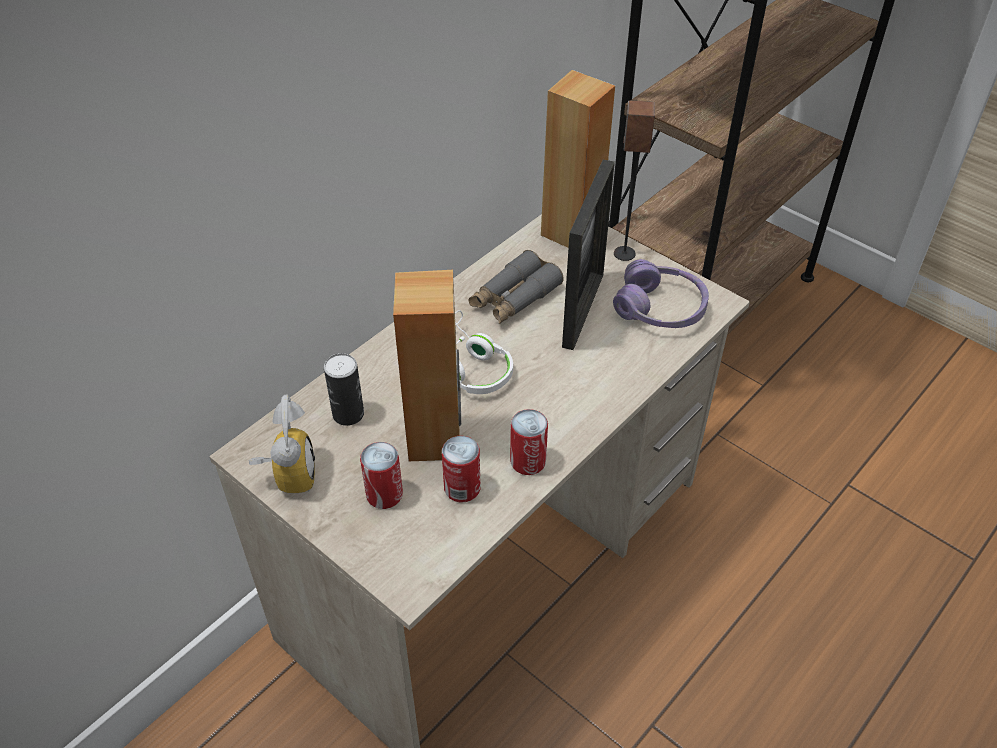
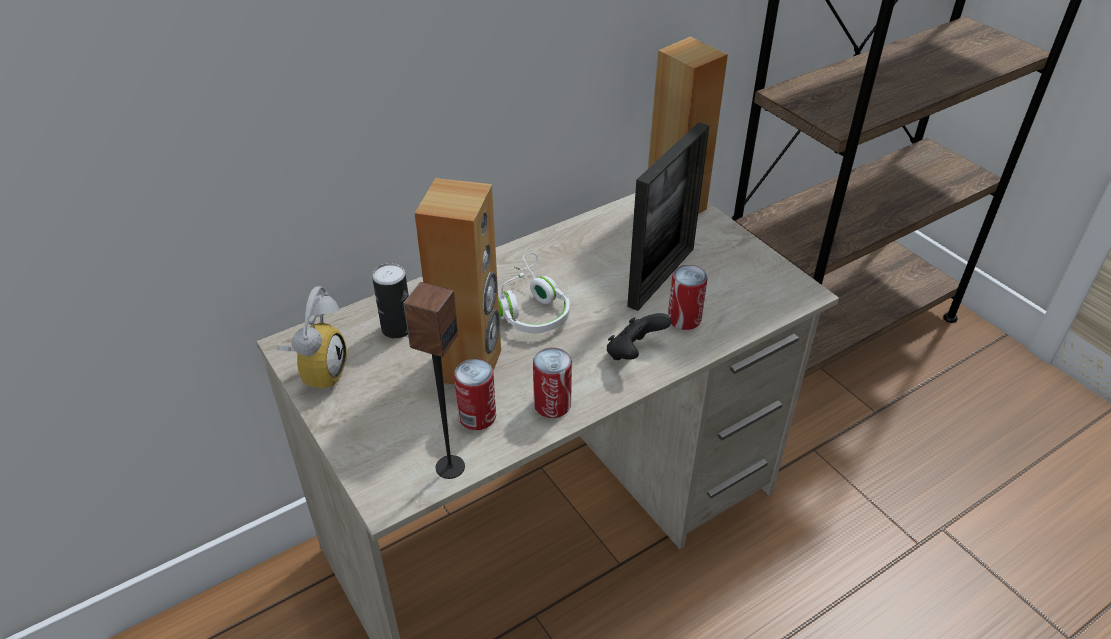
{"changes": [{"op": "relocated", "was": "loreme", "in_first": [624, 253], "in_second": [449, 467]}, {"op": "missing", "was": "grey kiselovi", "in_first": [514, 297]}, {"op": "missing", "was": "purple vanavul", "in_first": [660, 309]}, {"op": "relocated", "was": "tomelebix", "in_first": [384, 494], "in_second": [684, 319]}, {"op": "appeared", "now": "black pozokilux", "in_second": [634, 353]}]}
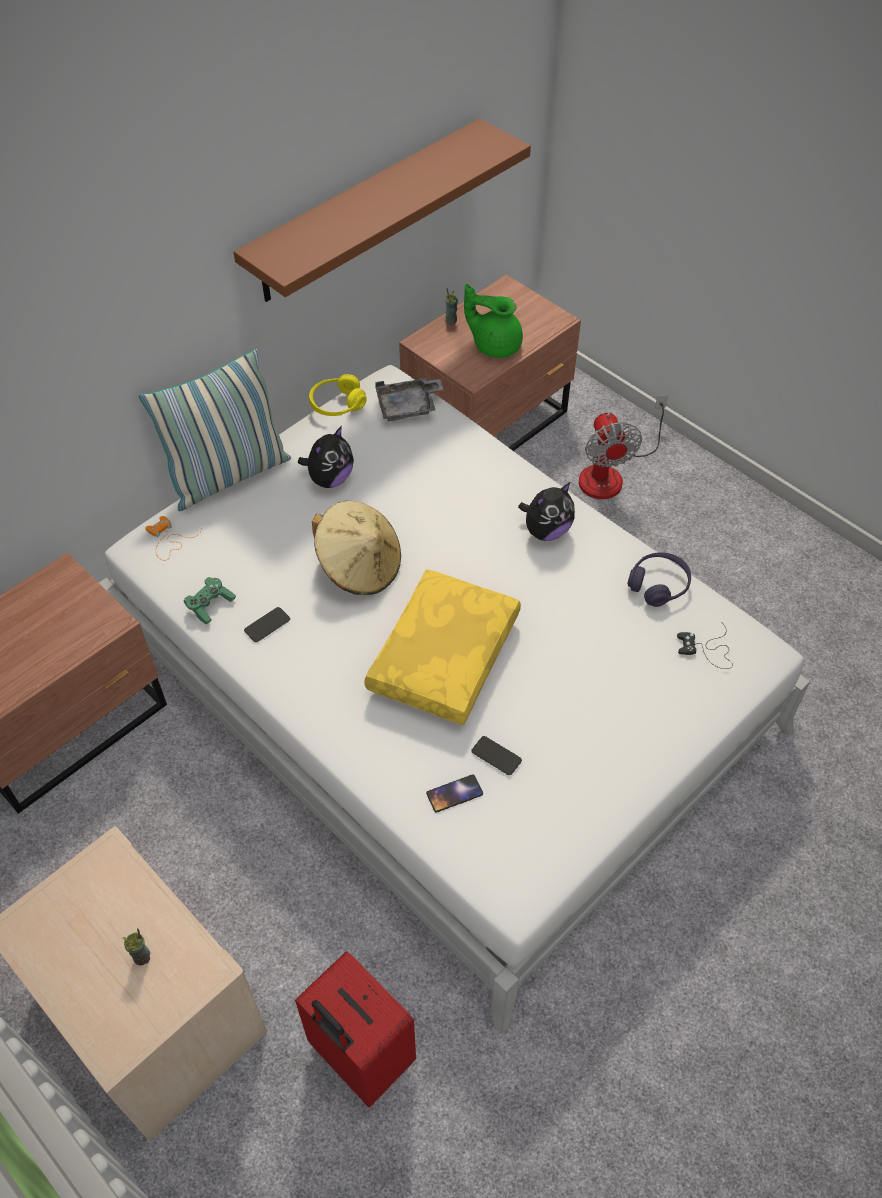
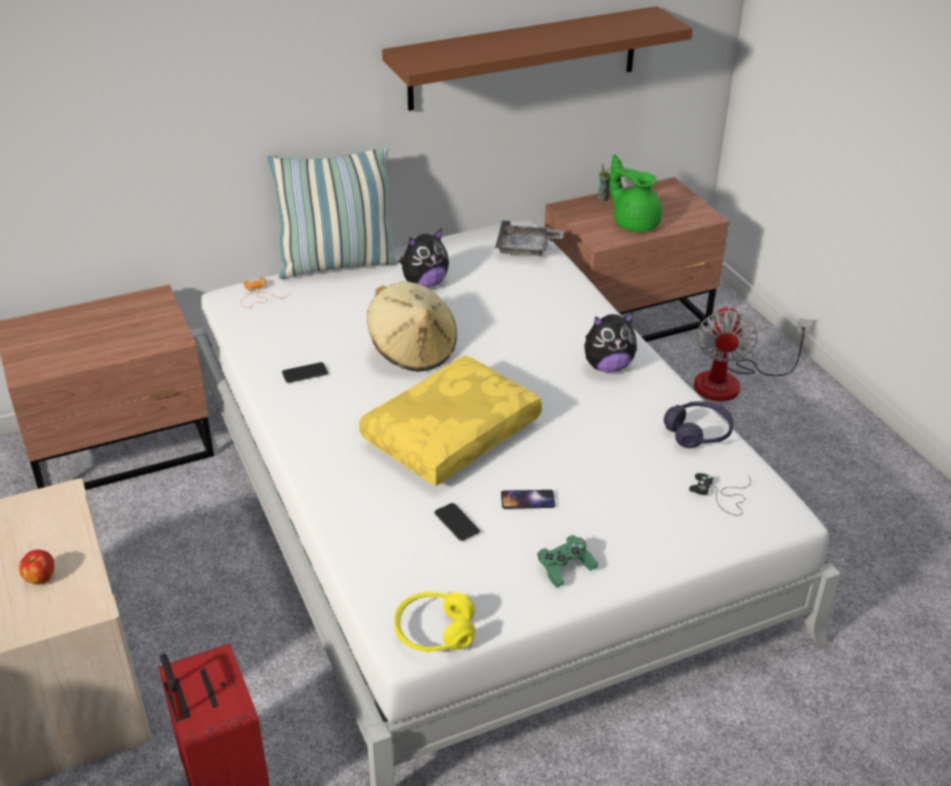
{"changes": [{"op": "relocated", "was": "yellow vanavul", "in_first": [337, 404], "in_second": [435, 632]}, {"op": "relocated", "was": "green pozokilux", "in_first": [210, 605], "in_second": [565, 568]}, {"op": "relocated", "was": "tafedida", "in_first": [454, 794], "in_second": [527, 500]}, {"op": "exchanged", "was": "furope", "now": "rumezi", "in_first": [142, 957], "in_second": [40, 578]}]}
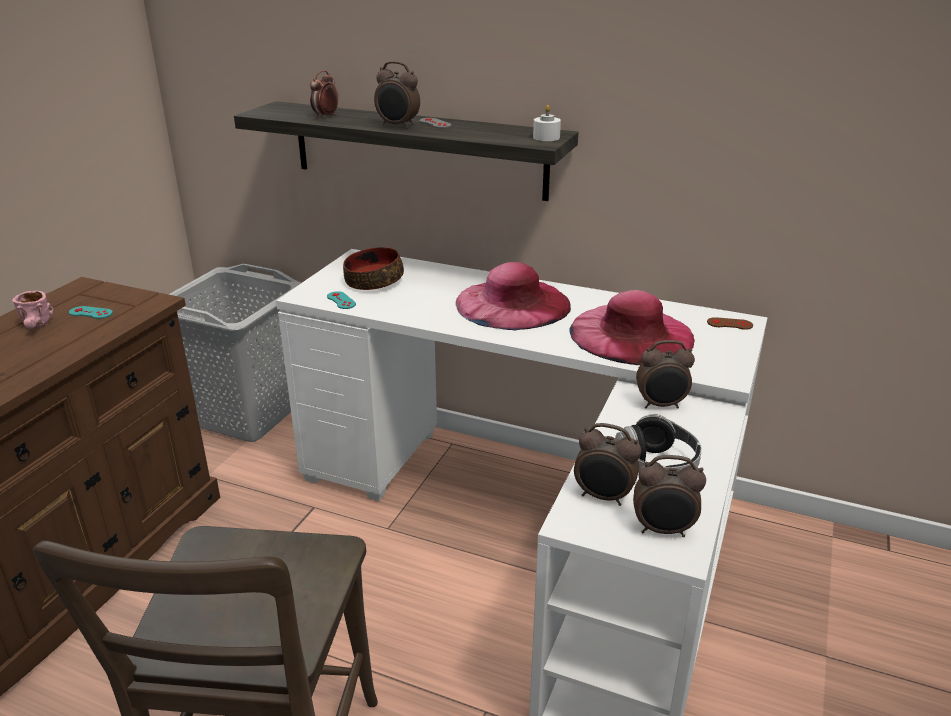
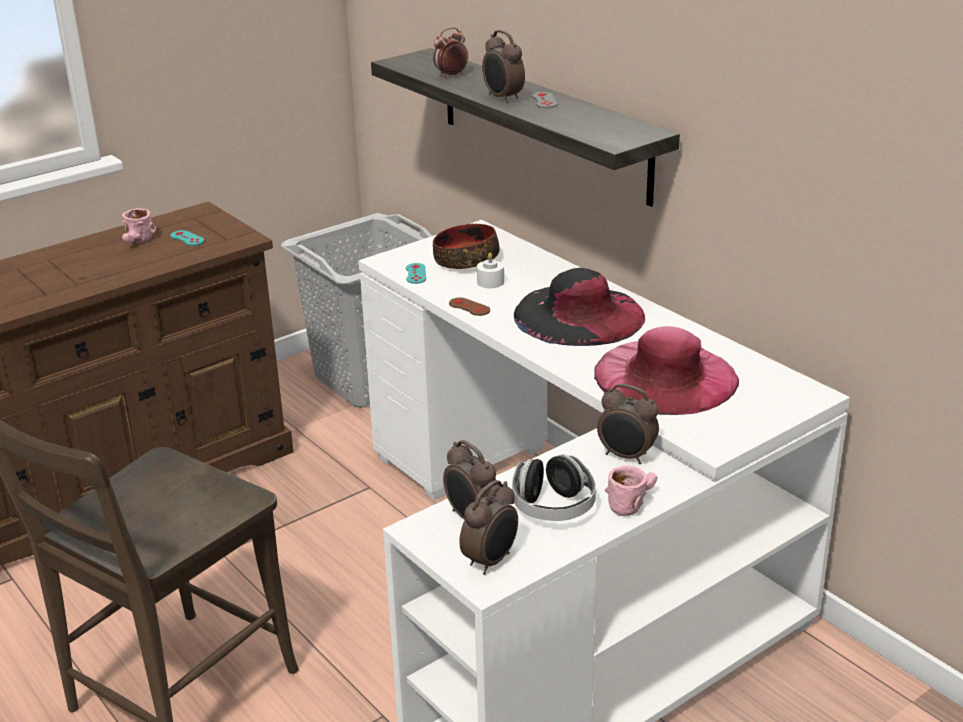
{"changes": [{"op": "relocated", "was": "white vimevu", "in_first": [546, 137], "in_second": [490, 282]}, {"op": "colour", "was": "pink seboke", "now": "black seboke", "in_first": [512, 303], "in_second": [579, 315]}, {"op": "relocated", "was": "brown pozokilux", "in_first": [729, 324], "in_second": [469, 307]}, {"op": "spun", "was": "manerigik", "in_first": [663, 530], "in_second": [491, 561], "clockwise": -90}, {"op": "appeared", "now": "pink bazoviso", "in_second": [631, 502]}]}
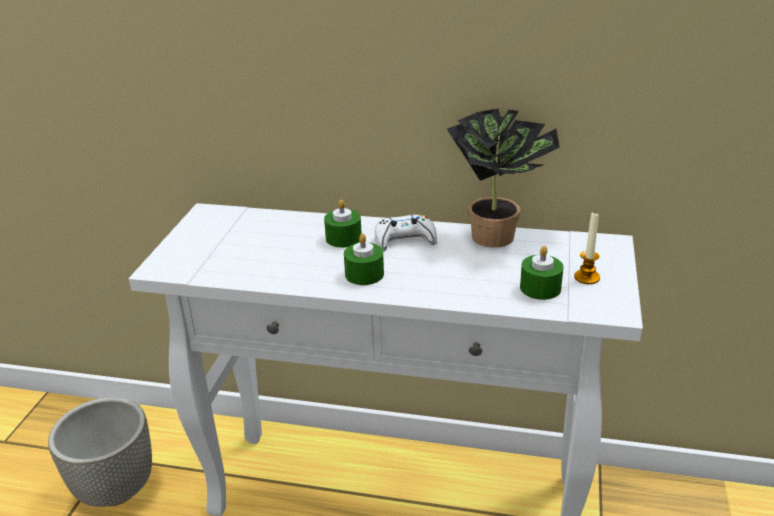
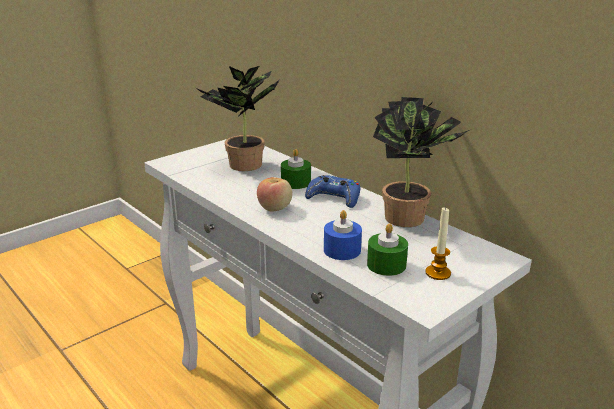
{"changes": [{"op": "colour", "was": "white pozokilux", "now": "blue pozokilux", "in_first": [404, 240], "in_second": [334, 198]}, {"op": "exchanged", "was": "green vimevu", "now": "rumezi", "in_first": [364, 274], "in_second": [275, 208]}, {"op": "missing", "was": "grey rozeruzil", "in_first": [116, 489]}, {"op": "appeared", "now": "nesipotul", "in_second": [242, 166]}, {"op": "appeared", "now": "blue vimevu", "in_second": [342, 250]}]}
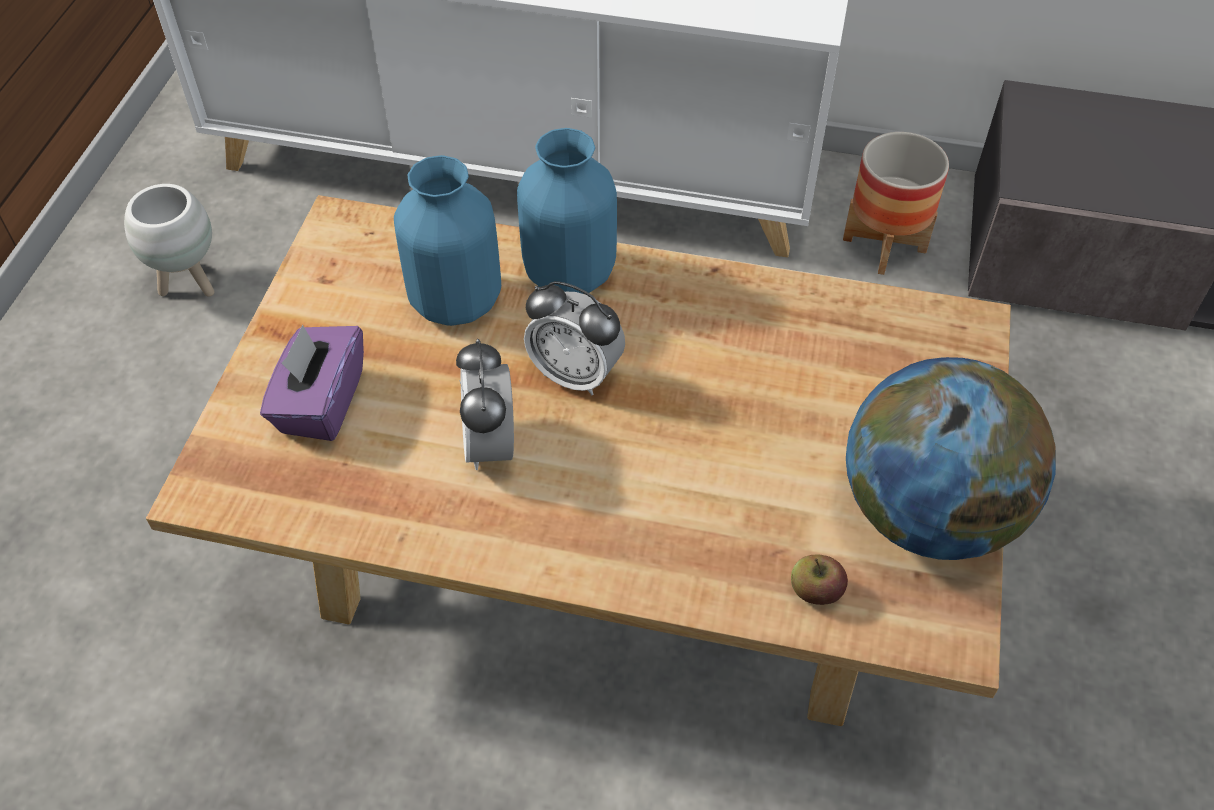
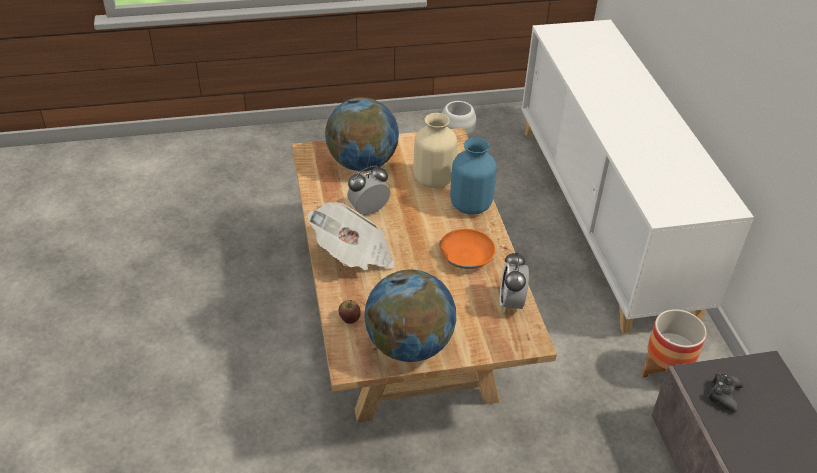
{"changes": [{"op": "colour", "was": "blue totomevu", "now": "beige totomevu", "in_first": [457, 301], "in_second": [434, 180]}, {"op": "relocated", "was": "manerigik", "in_first": [575, 374], "in_second": [511, 303]}, {"op": "exchanged", "was": "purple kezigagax", "now": "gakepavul", "in_first": [321, 403], "in_second": [362, 163]}, {"op": "appeared", "now": "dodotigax", "in_second": [353, 255]}, {"op": "appeared", "now": "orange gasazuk", "in_second": [466, 255]}, {"op": "appeared", "now": "black pozokilux", "in_second": [724, 395]}]}
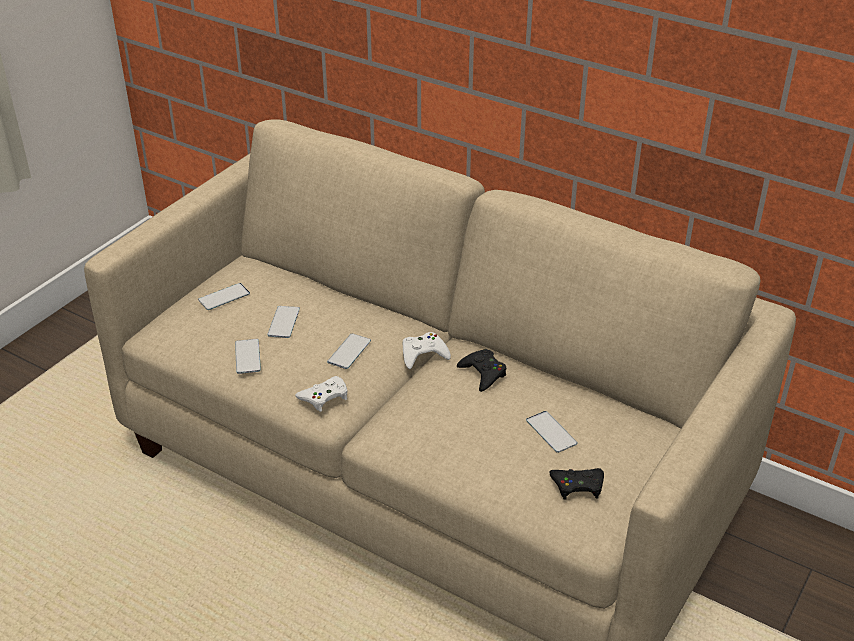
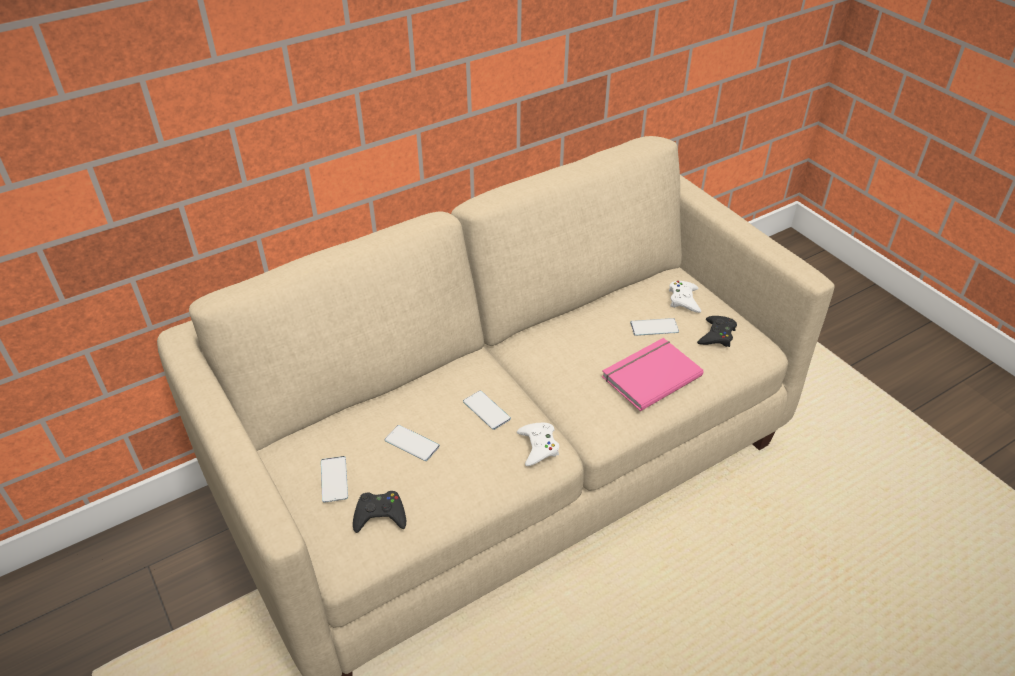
{"changes": [{"op": "relocated", "was": "white pozokilux", "in_first": [423, 354], "in_second": [684, 300]}, {"op": "missing", "was": "tafedida", "in_first": [247, 356]}, {"op": "relocated", "was": "black pozokilux", "in_first": [483, 373], "in_second": [380, 515]}, {"op": "appeared", "now": "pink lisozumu", "in_second": [649, 375]}]}
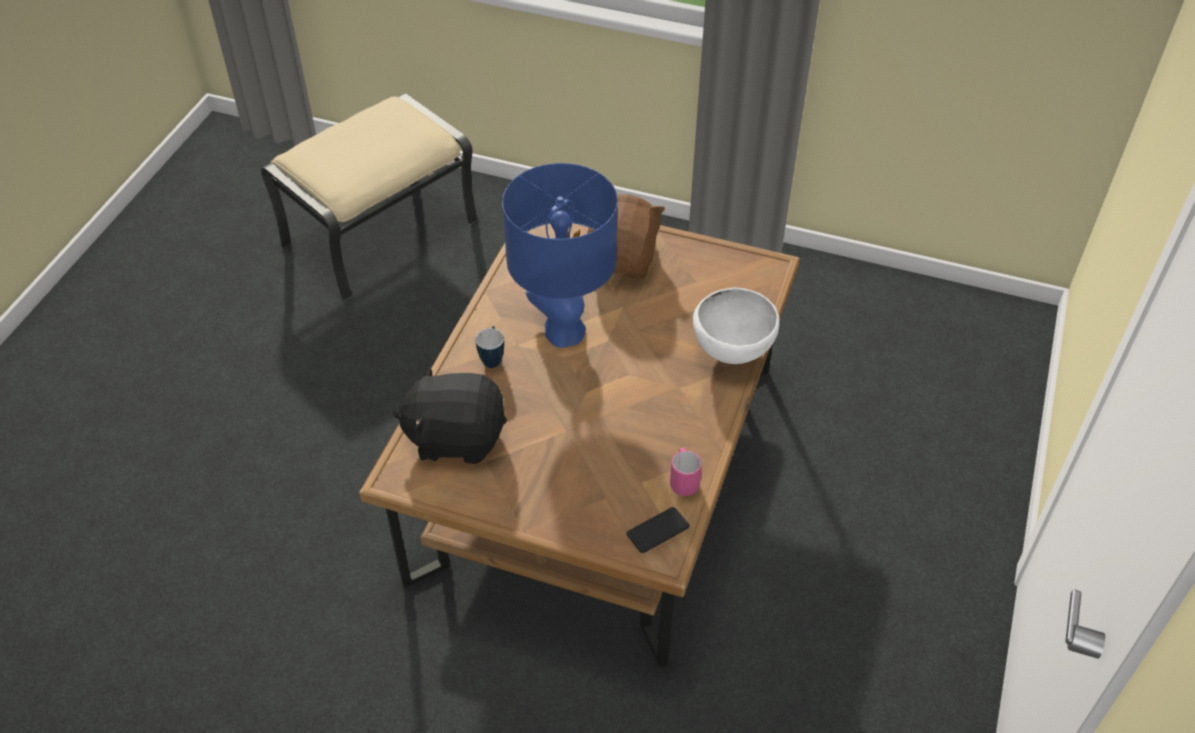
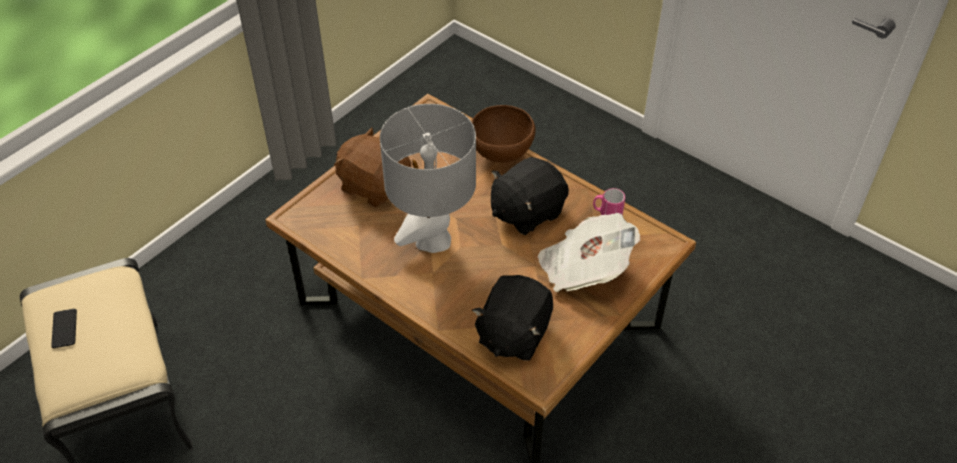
{"changes": [{"op": "colour", "was": "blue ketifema", "now": "grey ketifema", "in_first": [563, 331], "in_second": [433, 240]}, {"op": "colour", "was": "white gasazuk", "now": "brown gasazuk", "in_first": [733, 352], "in_second": [502, 154]}, {"op": "missing", "was": "bazoviso", "in_first": [492, 358]}, {"op": "relocated", "was": "tafedida", "in_first": [658, 530], "in_second": [64, 329]}, {"op": "appeared", "now": "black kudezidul", "in_second": [526, 212]}, {"op": "appeared", "now": "dodotigax", "in_second": [584, 268]}]}
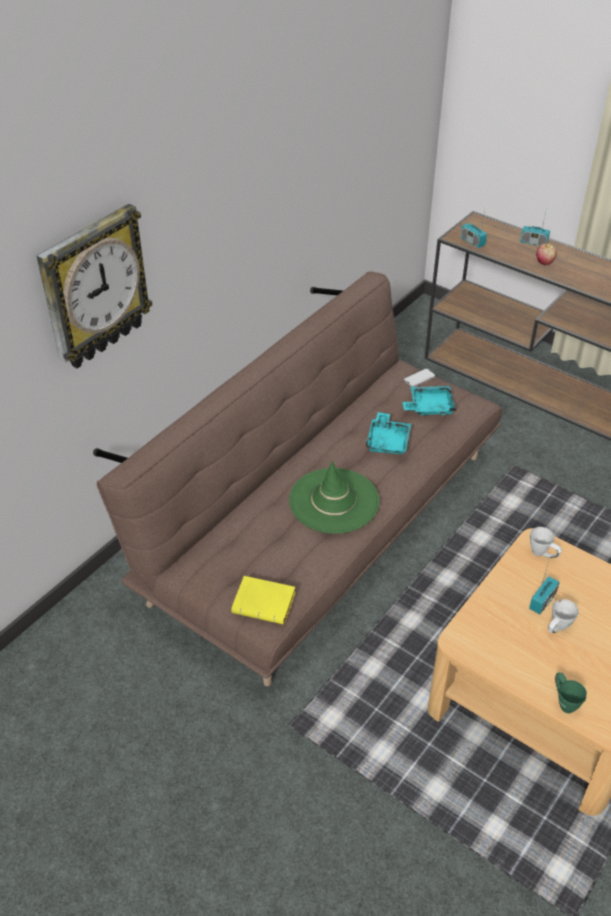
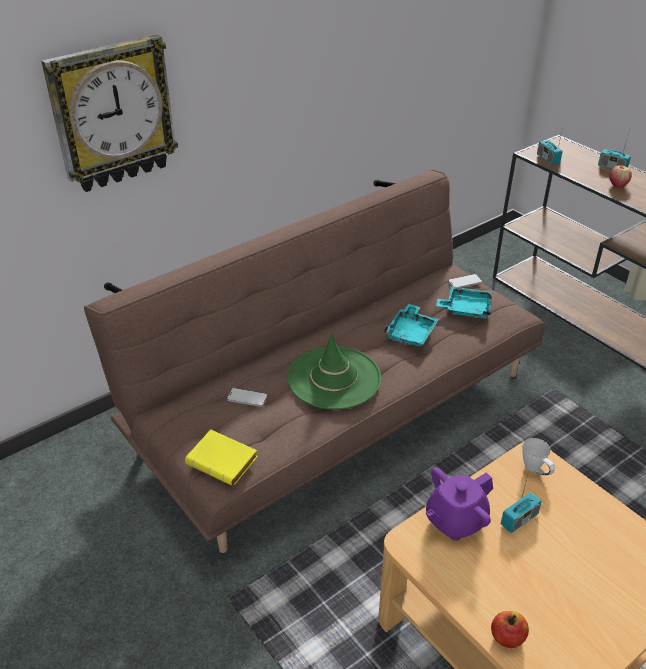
{"changes": [{"op": "missing", "was": "white bazoviso", "in_first": [557, 629]}, {"op": "exchanged", "was": "green bazoviso", "now": "rumezi", "in_first": [564, 701], "in_second": [507, 637]}, {"op": "appeared", "now": "tafedida", "in_second": [247, 398]}, {"op": "appeared", "now": "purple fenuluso", "in_second": [455, 521]}]}
